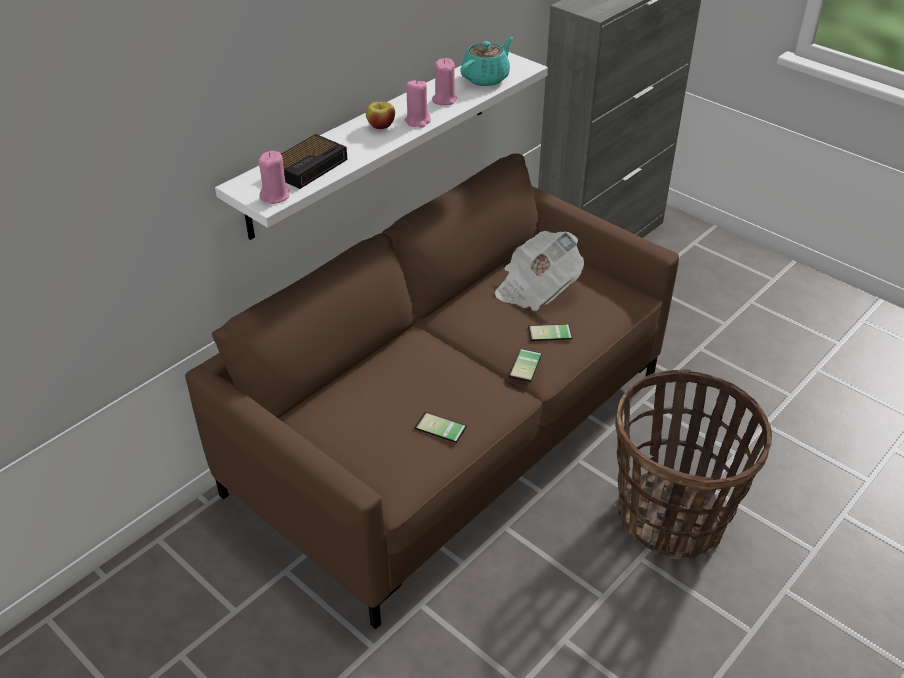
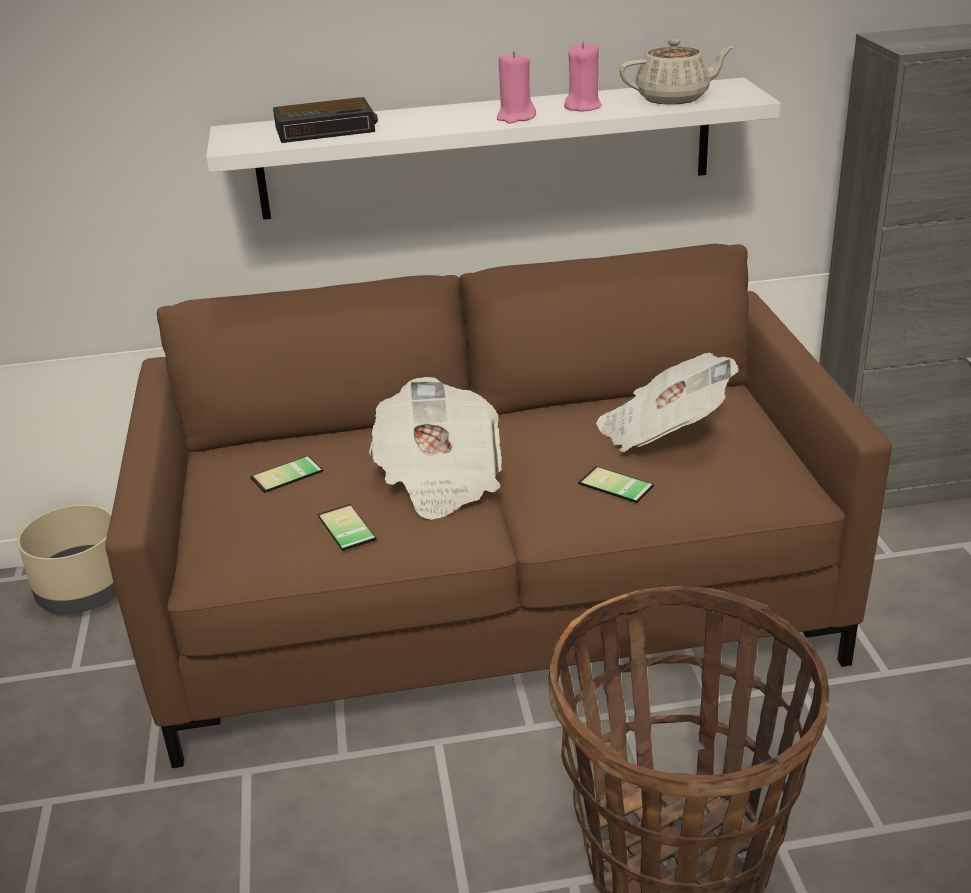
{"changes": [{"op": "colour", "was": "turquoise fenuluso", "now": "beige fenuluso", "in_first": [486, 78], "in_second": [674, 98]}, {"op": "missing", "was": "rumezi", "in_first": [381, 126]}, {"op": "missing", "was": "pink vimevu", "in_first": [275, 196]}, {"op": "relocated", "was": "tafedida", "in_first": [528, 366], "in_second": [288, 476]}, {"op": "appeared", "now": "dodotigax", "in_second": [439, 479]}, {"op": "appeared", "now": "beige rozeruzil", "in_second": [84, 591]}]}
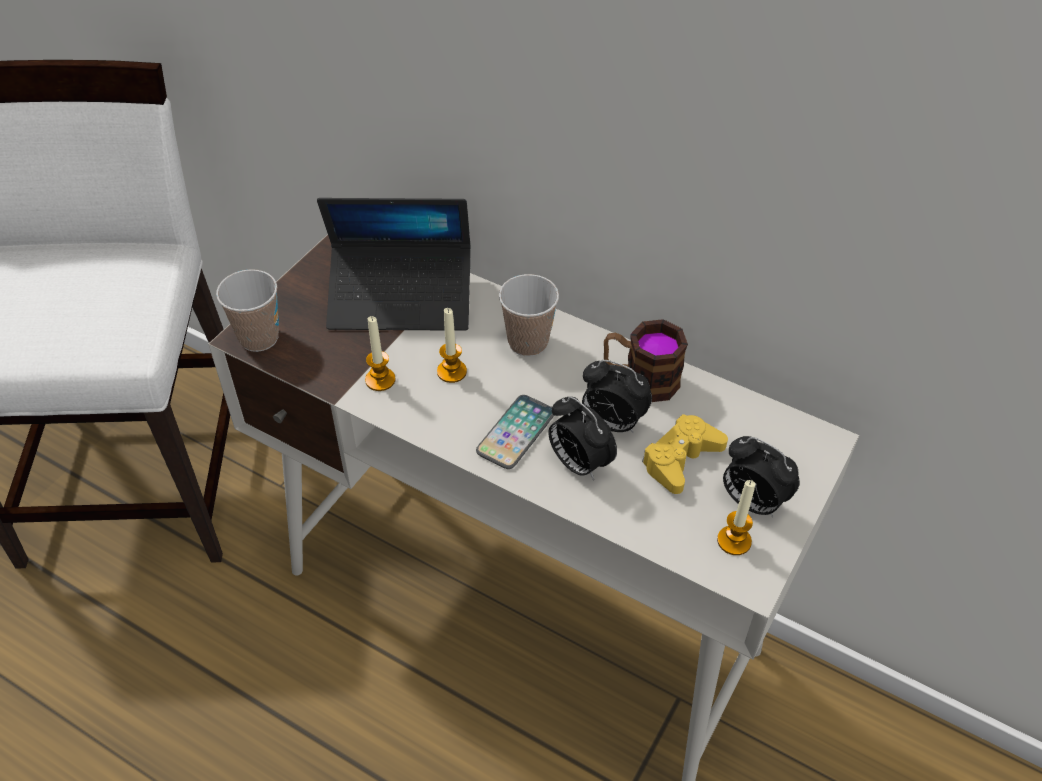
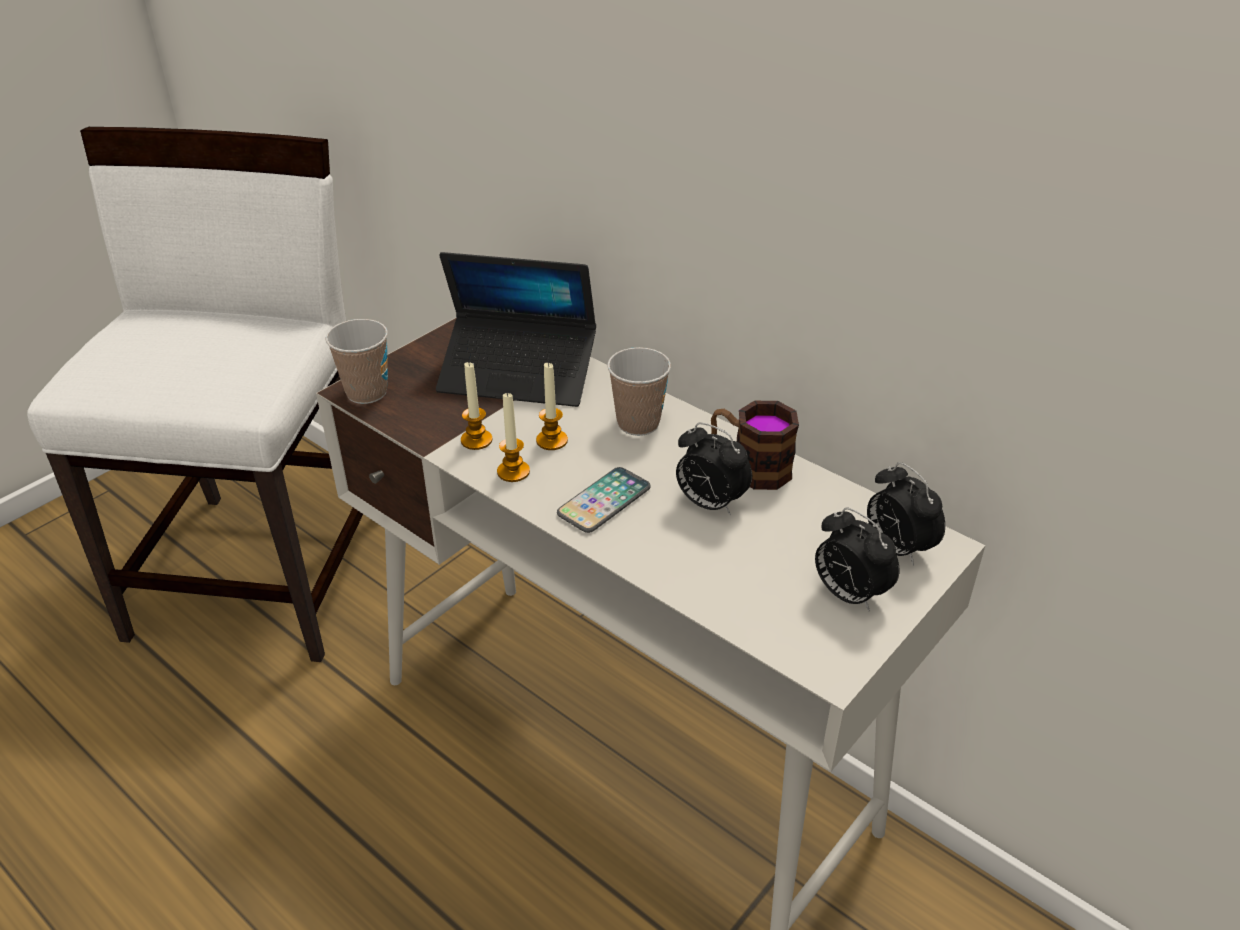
{"changes": [{"op": "relocated", "was": "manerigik", "in_first": [578, 463], "in_second": [896, 548]}, {"op": "missing", "was": "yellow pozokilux", "in_first": [680, 459]}, {"op": "relocated", "was": "vimevu", "in_first": [734, 541], "in_second": [513, 472]}]}
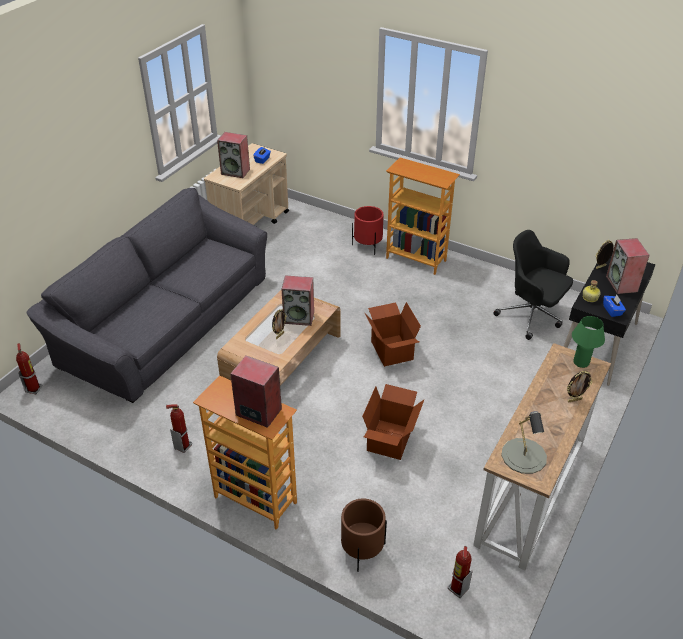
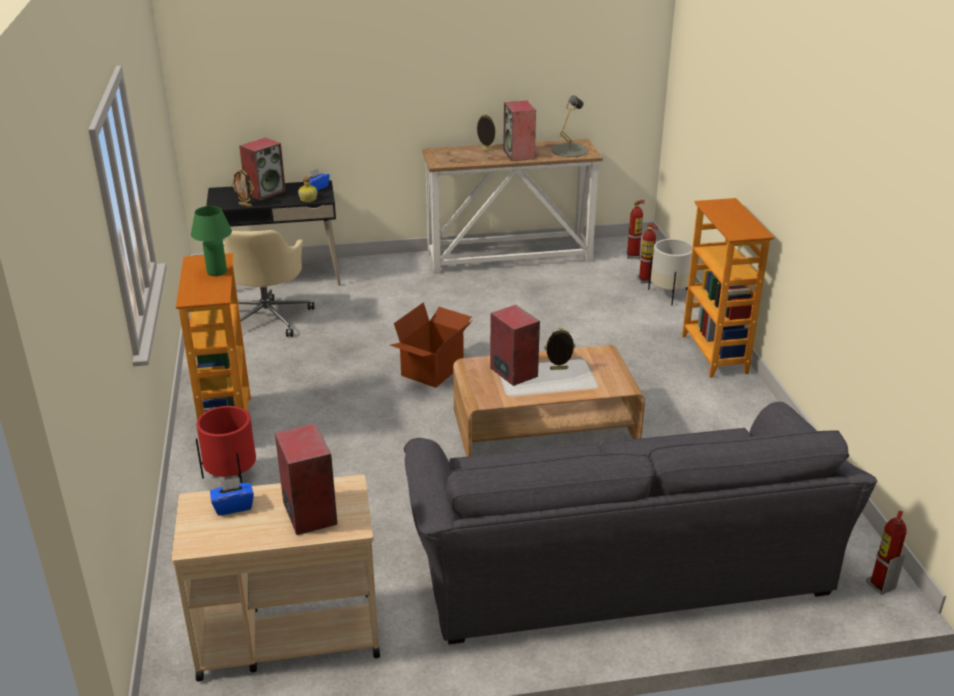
{"changes": [{"op": "colour", "was": "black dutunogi", "now": "beige dutunogi", "in_first": [532, 315], "in_second": [268, 318]}, {"op": "relocated", "was": "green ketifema", "in_first": [581, 362], "in_second": [217, 272]}, {"op": "relocated", "was": "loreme", "in_first": [257, 412], "in_second": [519, 155]}, {"op": "missing", "was": "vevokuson", "in_first": [390, 440]}, {"op": "relocated", "was": "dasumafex", "in_first": [183, 446], "in_second": [645, 280]}, {"op": "colour", "was": "brown rozeruzil", "now": "white rozeruzil", "in_first": [362, 550], "in_second": [669, 295]}]}
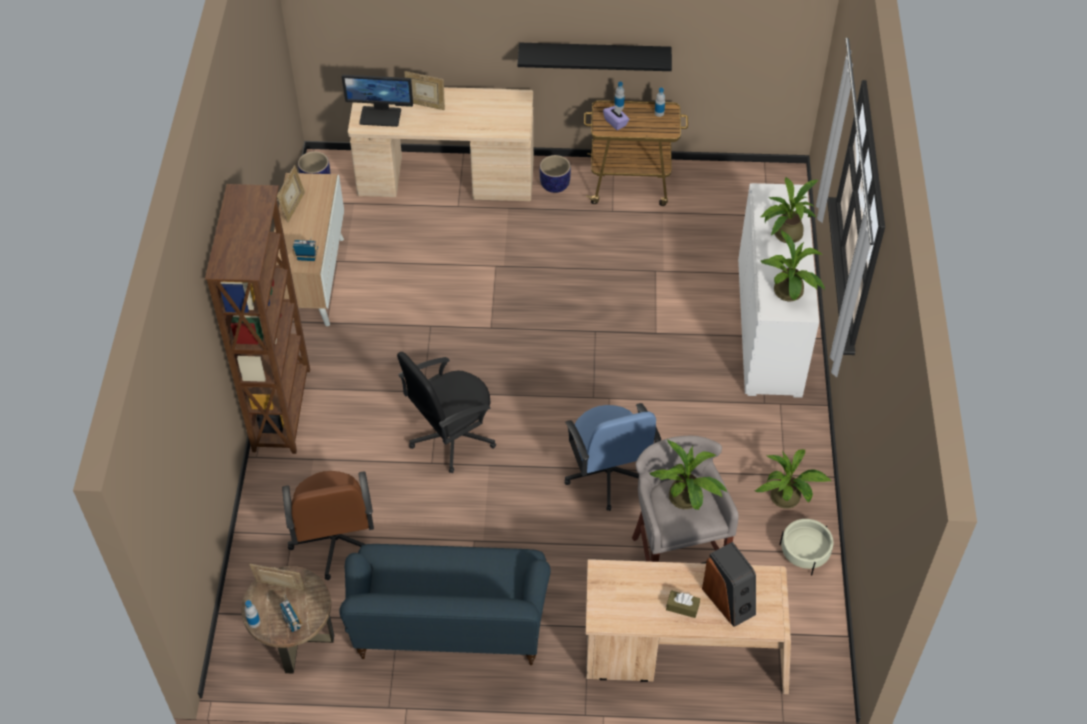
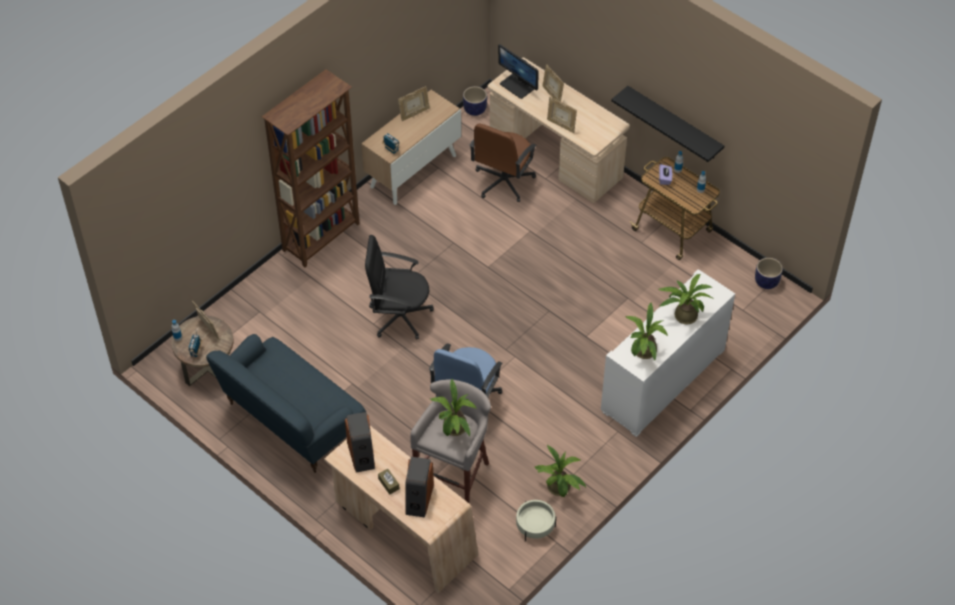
{"changes": [{"op": "relocated", "was": "rozeruzil", "in_first": [555, 185], "in_second": [767, 282]}, {"op": "relocated", "was": "brown dutunogi", "in_first": [335, 541], "in_second": [503, 181]}, {"op": "appeared", "now": "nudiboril", "in_second": [561, 125]}, {"op": "appeared", "now": "loreme", "in_second": [362, 454]}]}
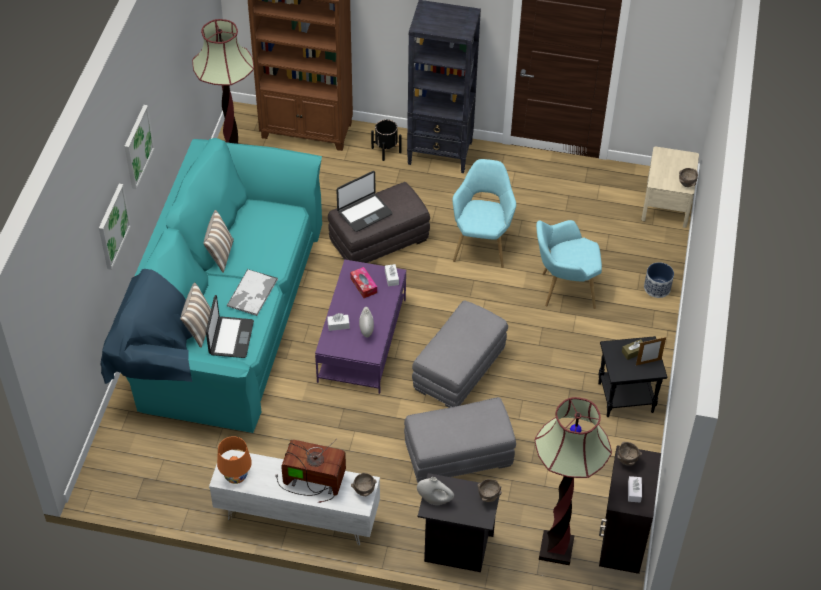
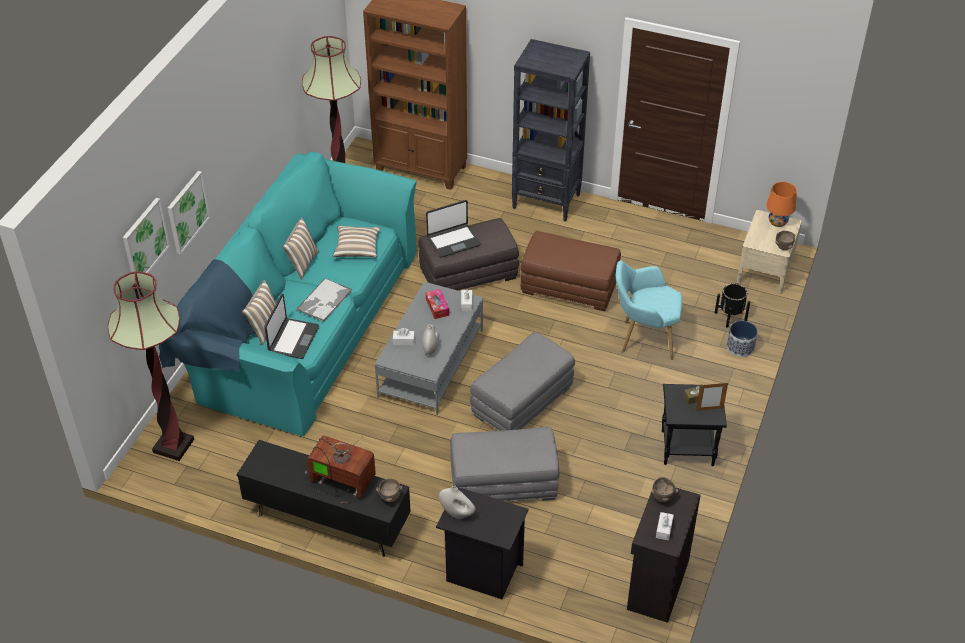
{"changes": [{"op": "relocated", "was": "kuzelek", "in_first": [137, 146], "in_second": [145, 241]}, {"op": "relocated", "was": "black rozeruzil", "in_first": [386, 150], "in_second": [730, 316]}, {"op": "exchanged", "was": "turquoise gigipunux", "now": "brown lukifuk", "in_first": [481, 243], "in_second": [570, 287]}, {"op": "colour", "was": "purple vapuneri", "now": "grey vapuneri", "in_first": [362, 340], "in_second": [431, 363]}, {"op": "relocated", "was": "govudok", "in_first": [556, 549], "in_second": [173, 446]}, {"op": "relocated", "was": "orange ketifema", "in_first": [236, 476], "in_second": [777, 222]}, {"op": "colour", "was": "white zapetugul", "now": "black zapetugul", "in_first": [297, 518], "in_second": [328, 523]}, {"op": "missing", "was": "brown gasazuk", "in_first": [488, 497]}, {"op": "appeared", "now": "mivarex", "in_second": [357, 248]}]}
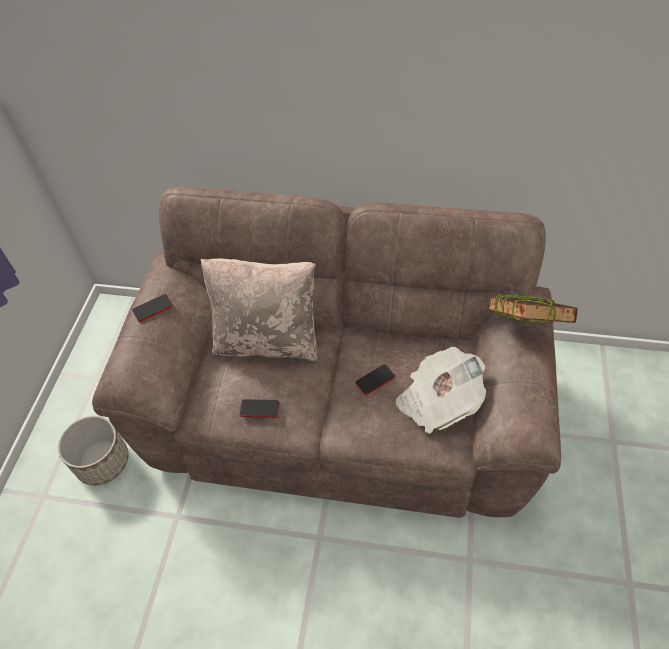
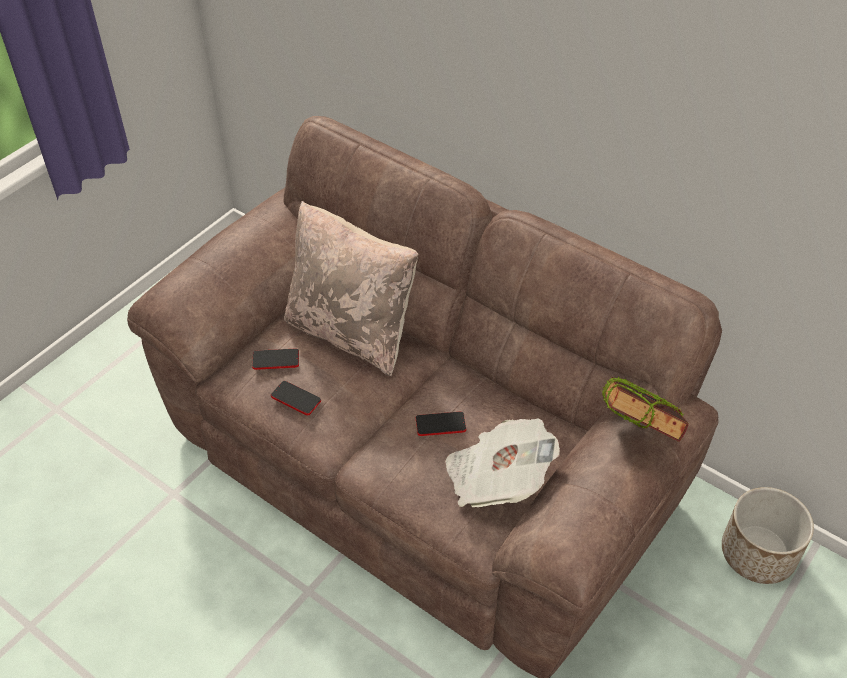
{"changes": [{"op": "relocated", "was": "tafedida", "in_first": [152, 308], "in_second": [276, 360]}, {"op": "relocated", "was": "rozeruzil", "in_first": [103, 461], "in_second": [758, 553]}]}
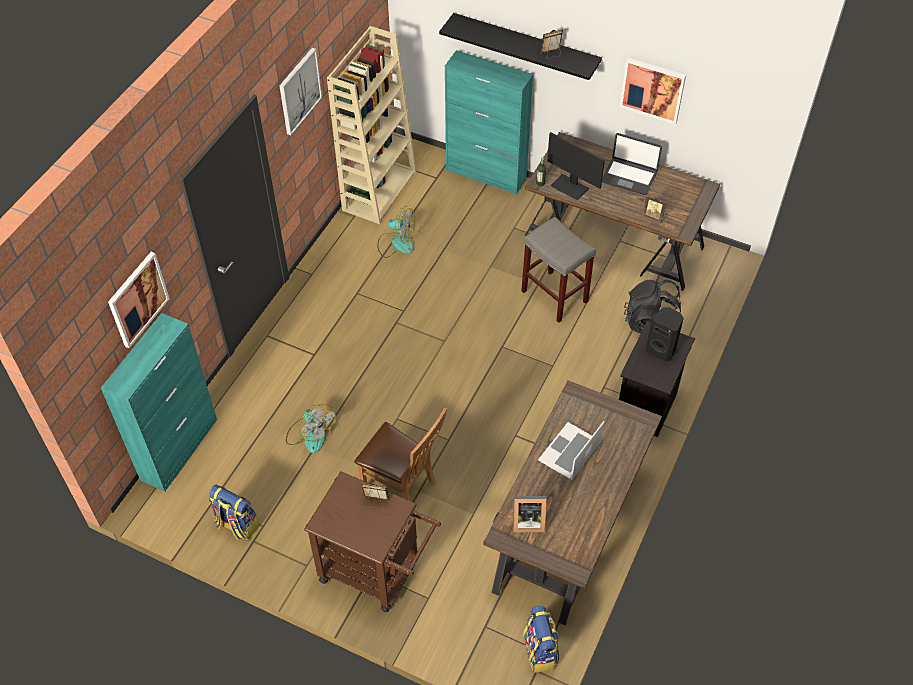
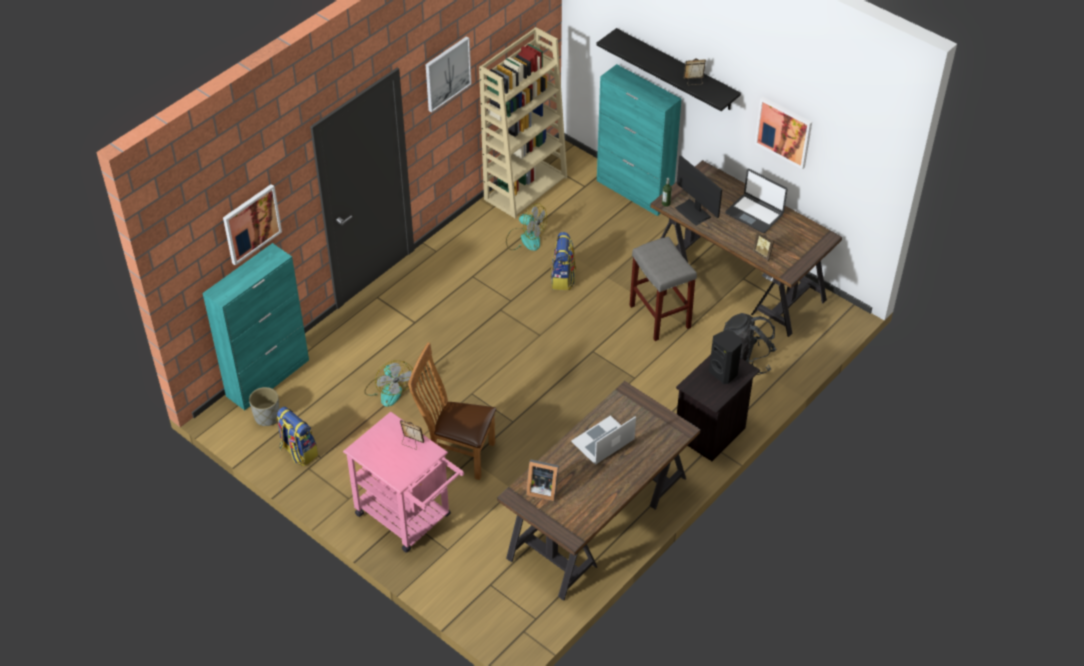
{"changes": [{"op": "spun", "was": "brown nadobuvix", "in_first": [403, 487], "in_second": [456, 453], "clockwise": 150}, {"op": "colour", "was": "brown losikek", "now": "pink losikek", "in_first": [377, 572], "in_second": [409, 518]}, {"op": "relocated", "was": "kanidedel", "in_first": [540, 651], "in_second": [563, 278]}, {"op": "appeared", "now": "grey rozeruzil", "in_second": [267, 416]}]}
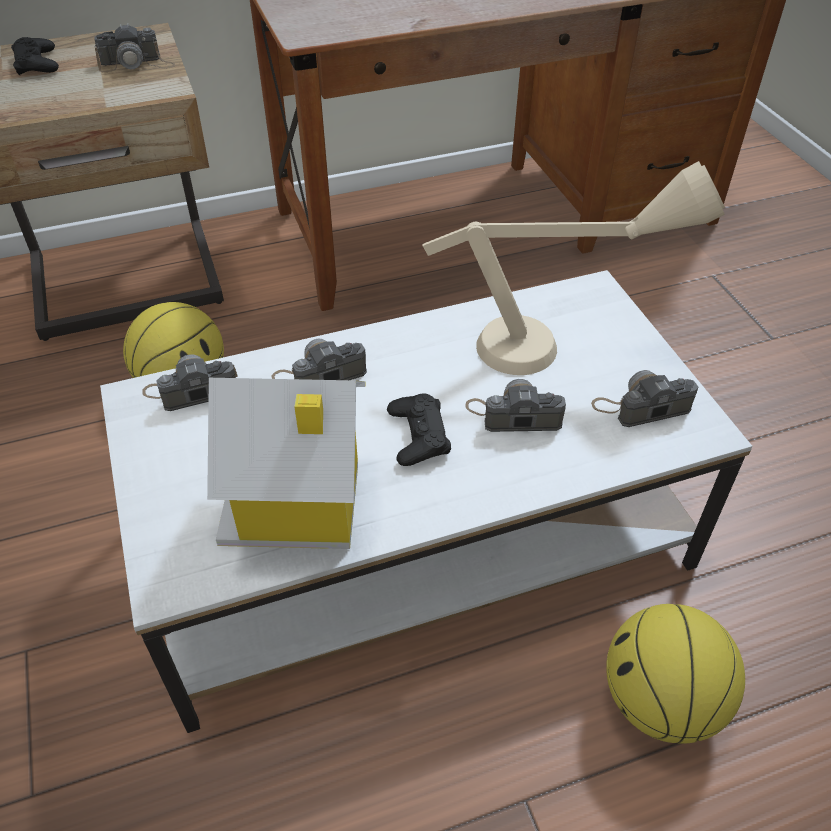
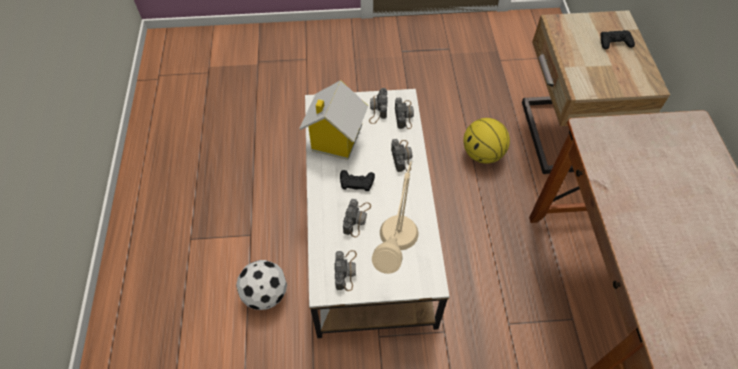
{"changes": [{"op": "relocated", "was": "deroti", "in_first": [136, 64], "in_second": [378, 109]}, {"op": "exchanged", "was": "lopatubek", "now": "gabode", "in_first": [660, 702], "in_second": [265, 293]}]}
